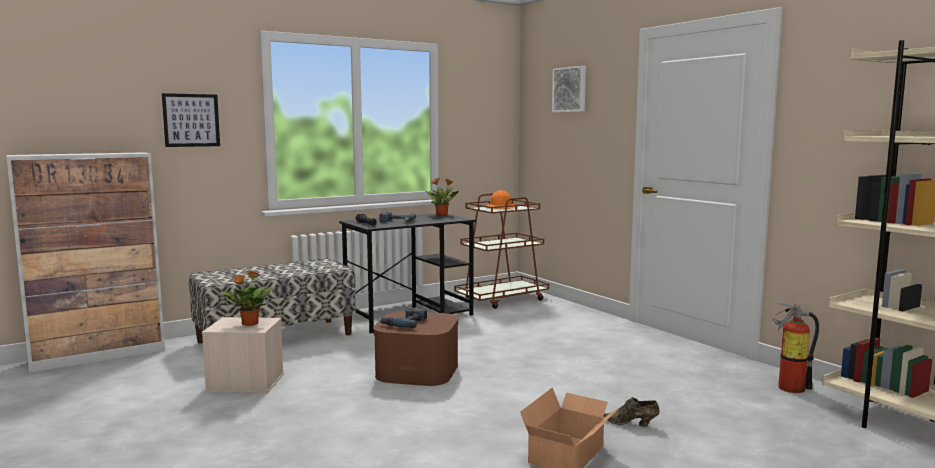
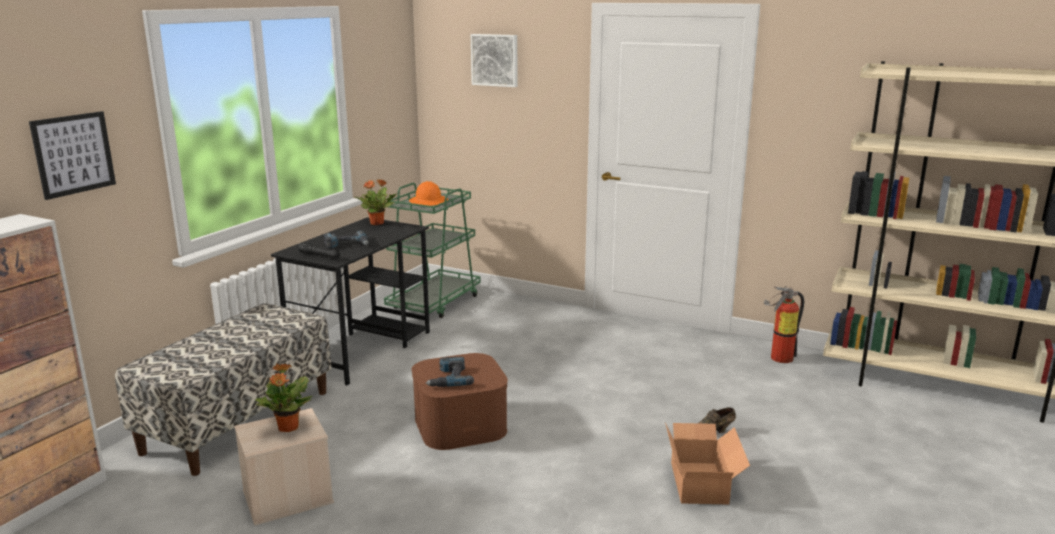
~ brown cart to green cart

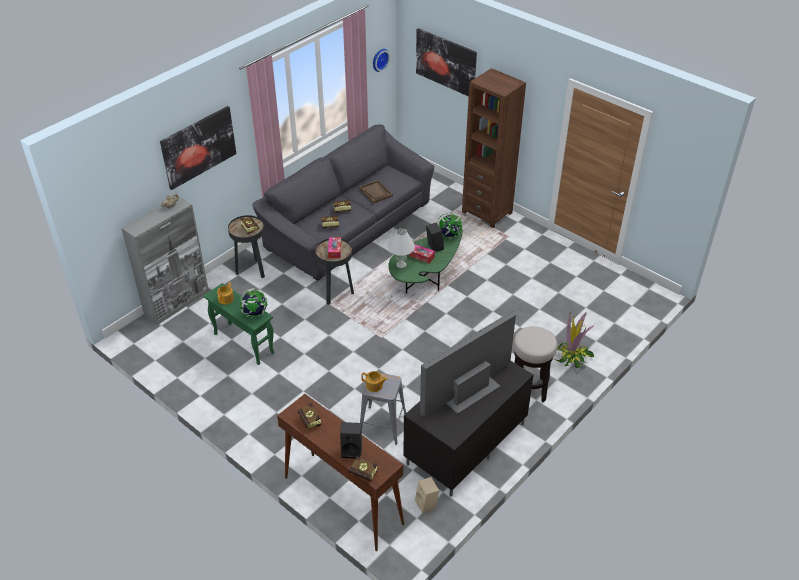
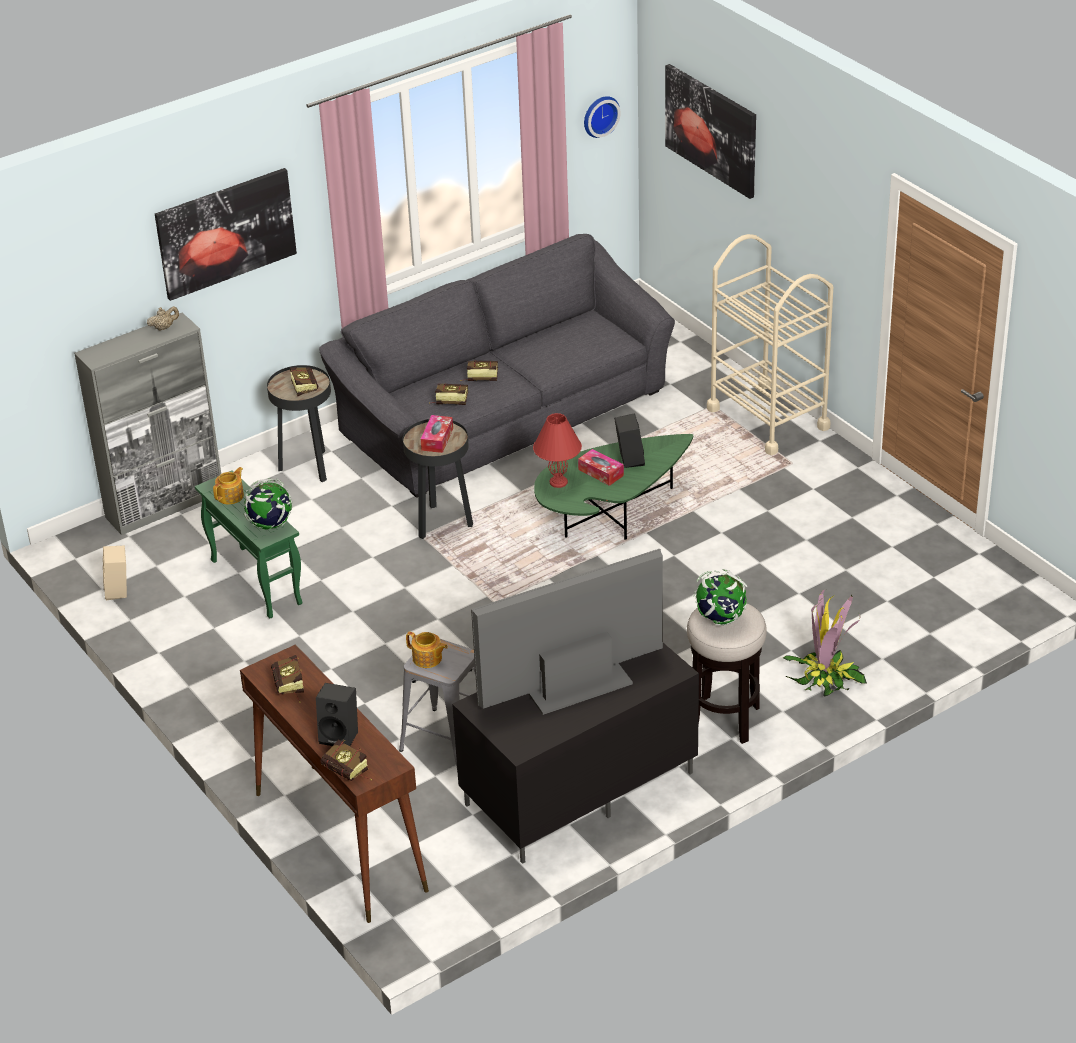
- brown tray
~ white table lamp to red table lamp
~ beige speaker
~ globe (no. 2 from left)
~ brown bookcase to beige cart

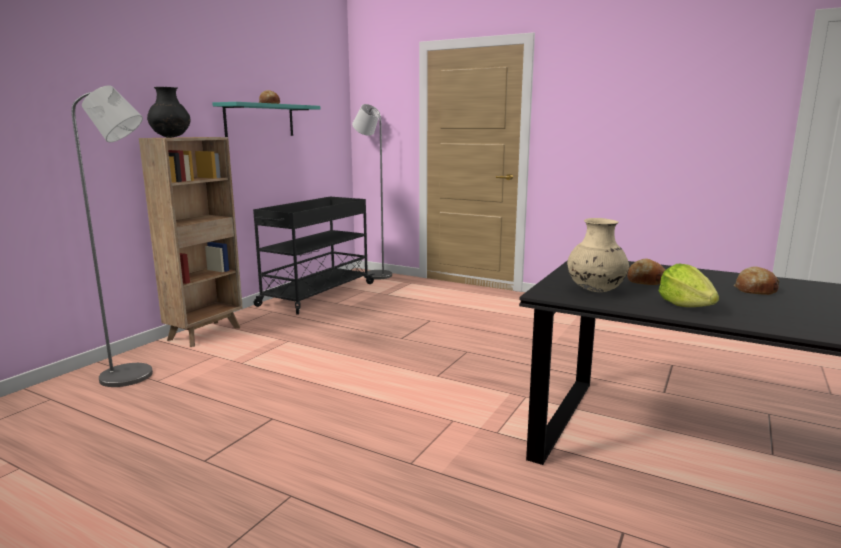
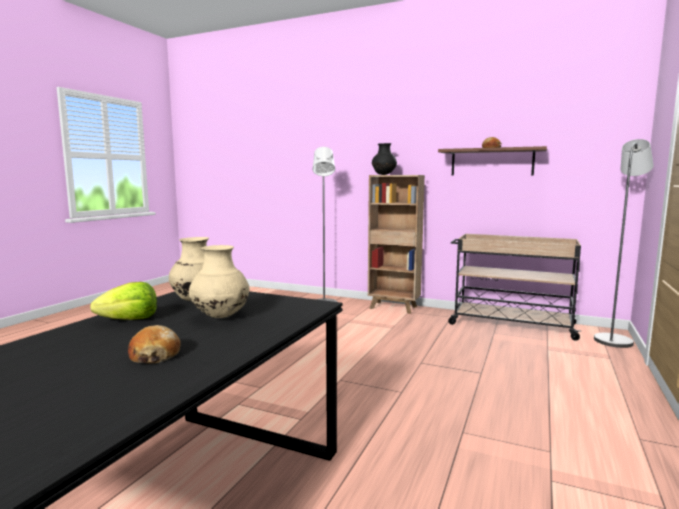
~ turquoise shelf to brown shelf
~ black cart to beige cart
~ bread (no. 2 from left) to beige vase (no. 2 from left)

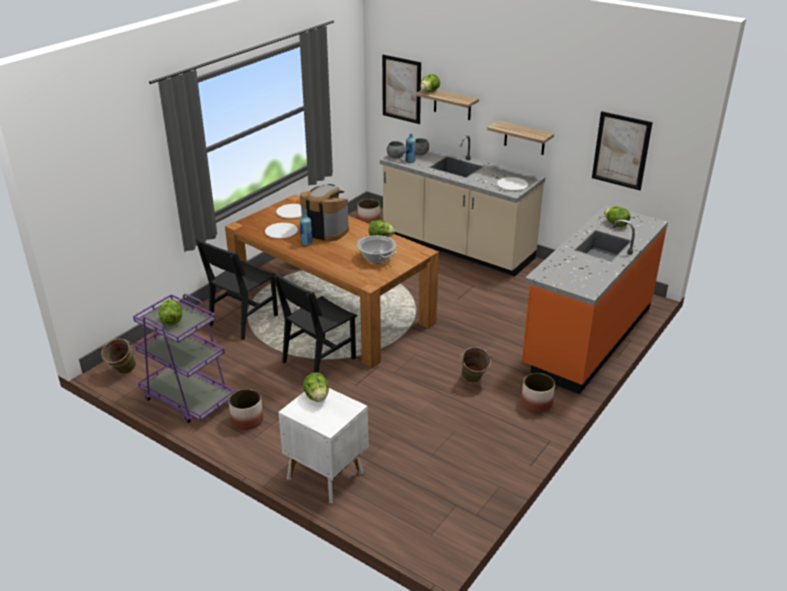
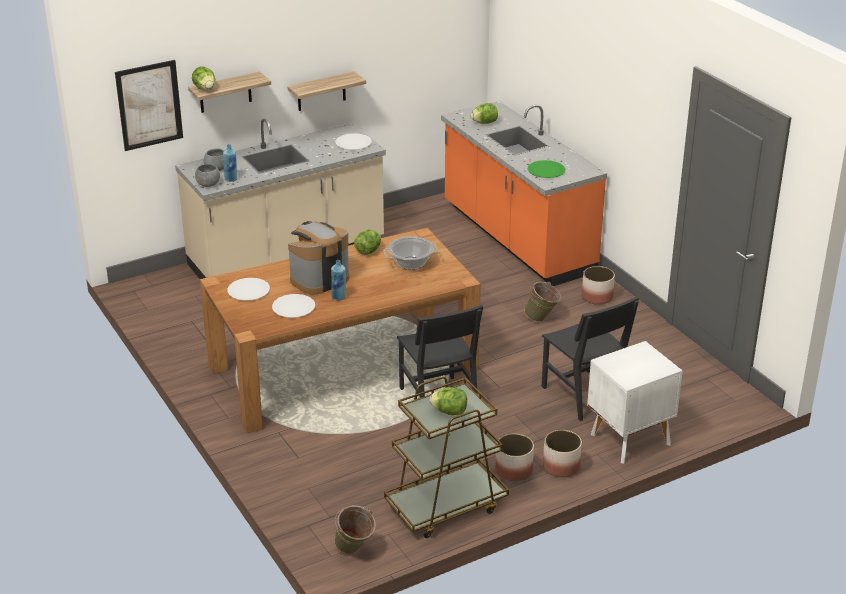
~ purple cart to brown cart
~ black chair (no. 1 from left in the first image) to black chair (no. 2 from left)
- lettuce (no. 2 from left)
~ planter (no. 2 from left)
- picture (no. 2 from left)
+ green plate

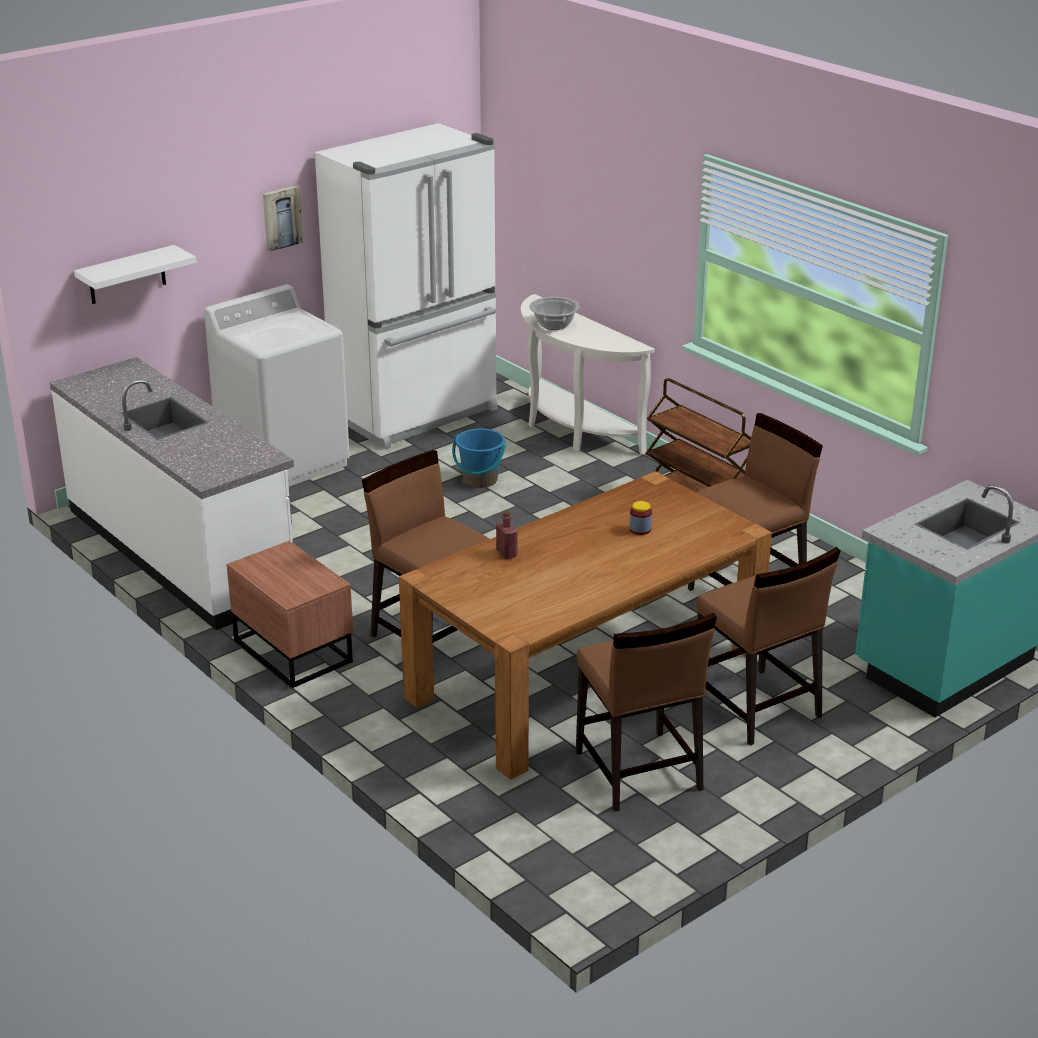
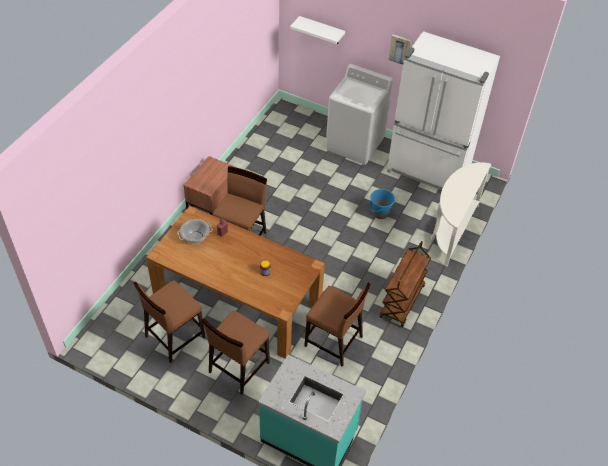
- white counter
~ cooking pot

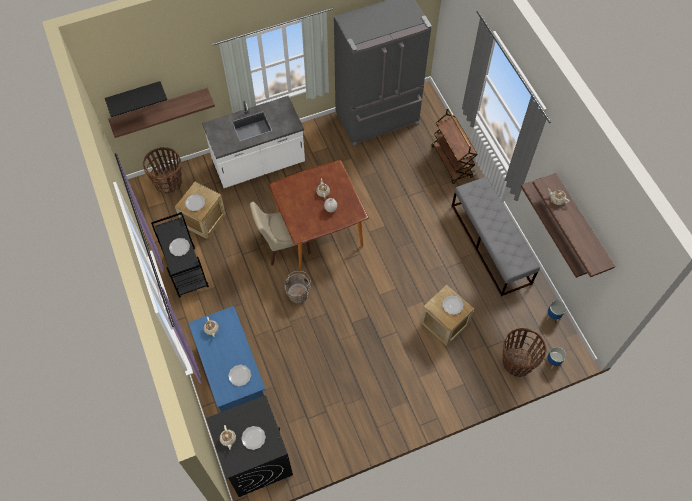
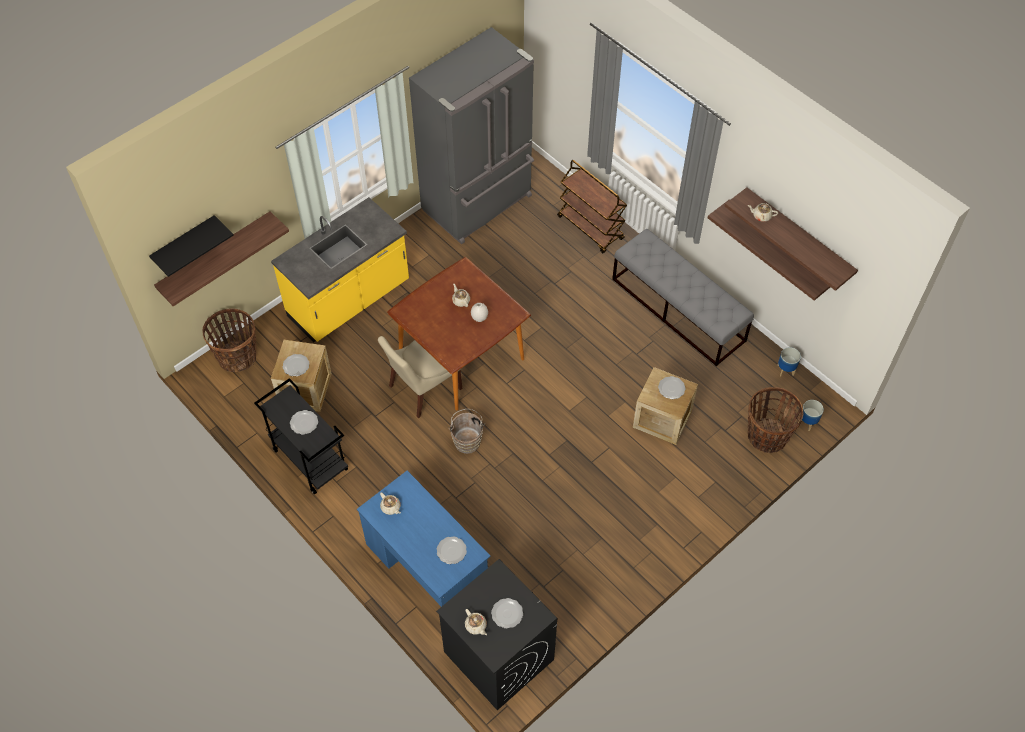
~ white counter to yellow counter

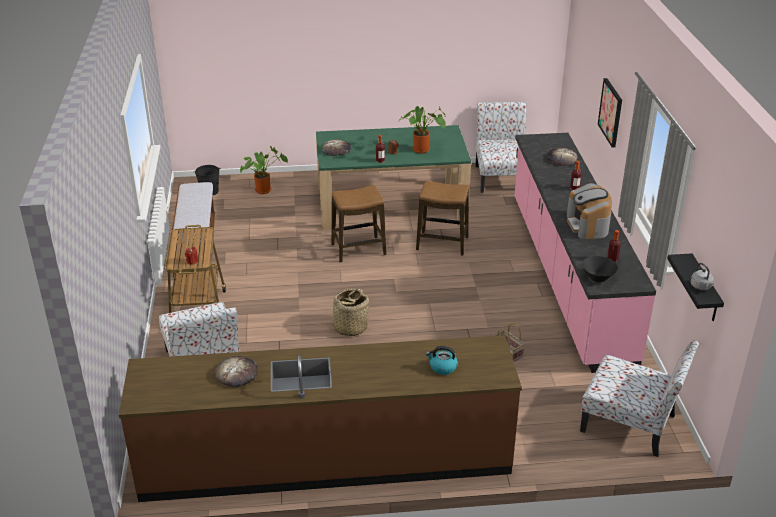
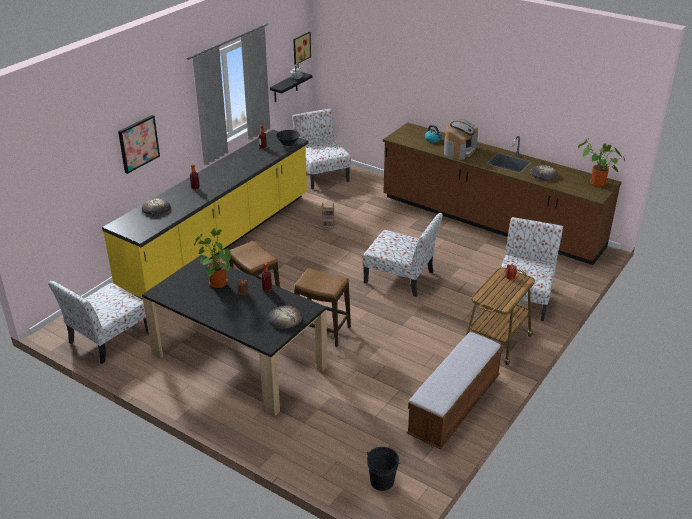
~ potted plant (no. 1 from left in the first image) to potted plant (no. 2 from left)
~ green dining table to black dining table
~ basket (no. 1 from left) to chair (no. 3 from left)
~ pink counter to yellow counter
~ coffee machine
+ picture (no. 2 from left)

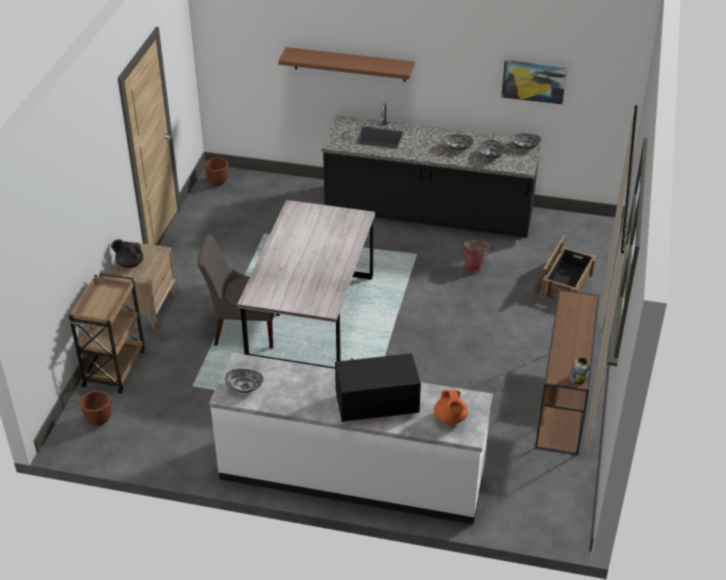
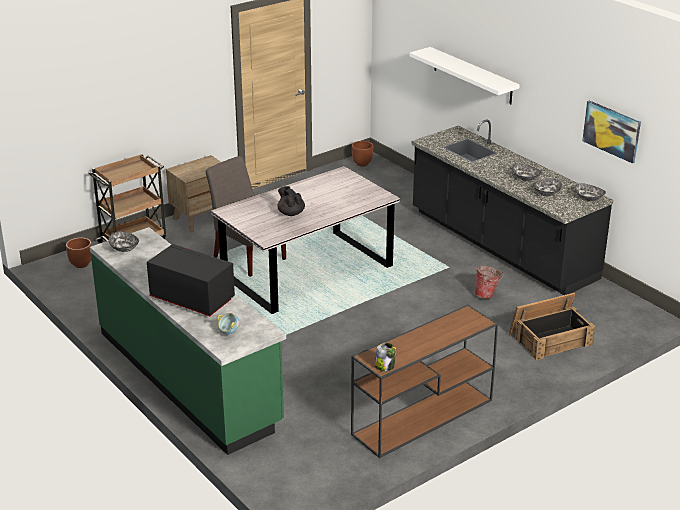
~ black teapot
~ white counter to green counter
~ brown shelf to white shelf
~ orange teapot to bowl (no. 2 from left)

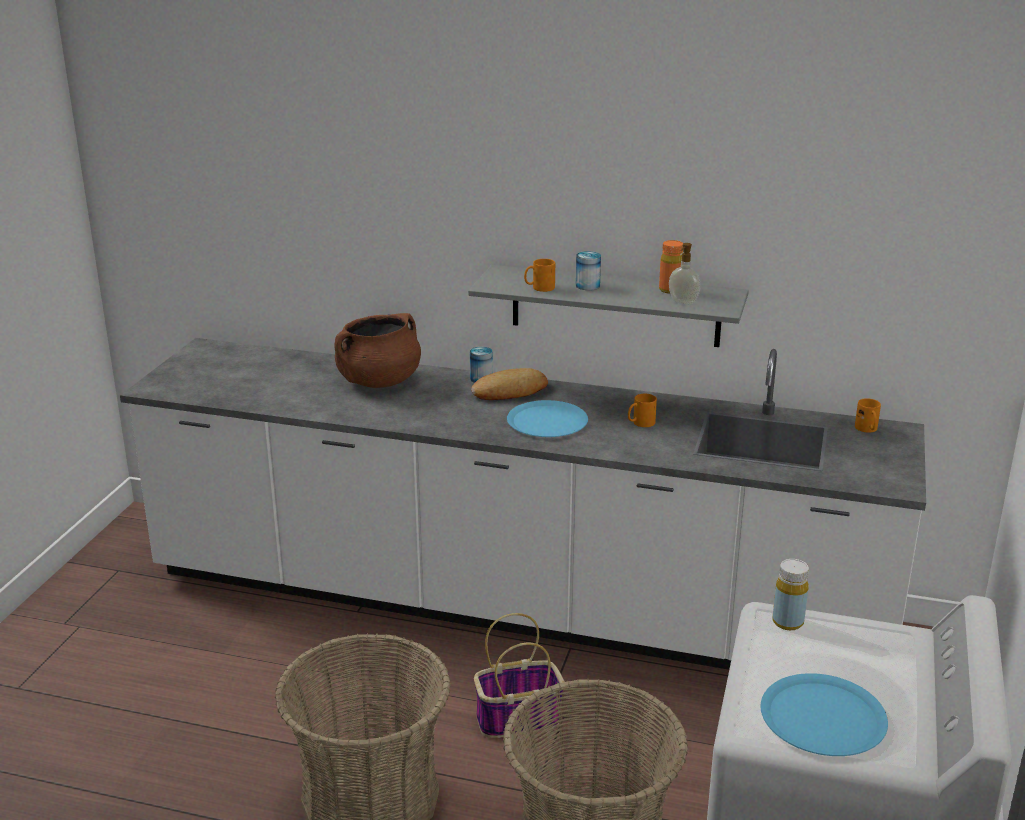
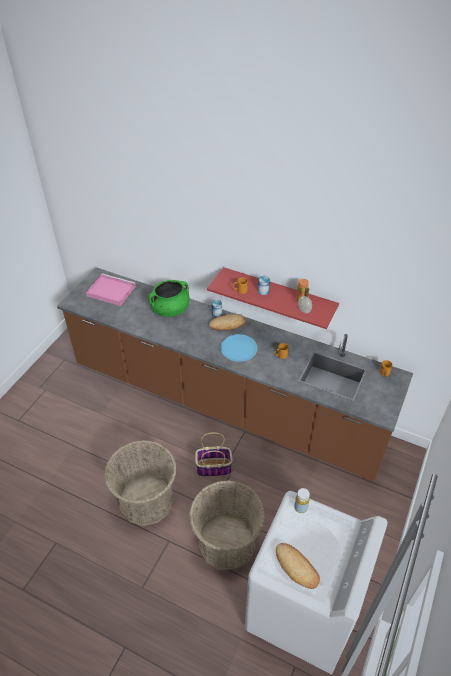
~ white counter to brown counter
~ brown cooking pot to green cooking pot
~ grey shelf to red shelf
~ blue plate (no. 2 from left) to bread (no. 2 from left)
+ pink tray

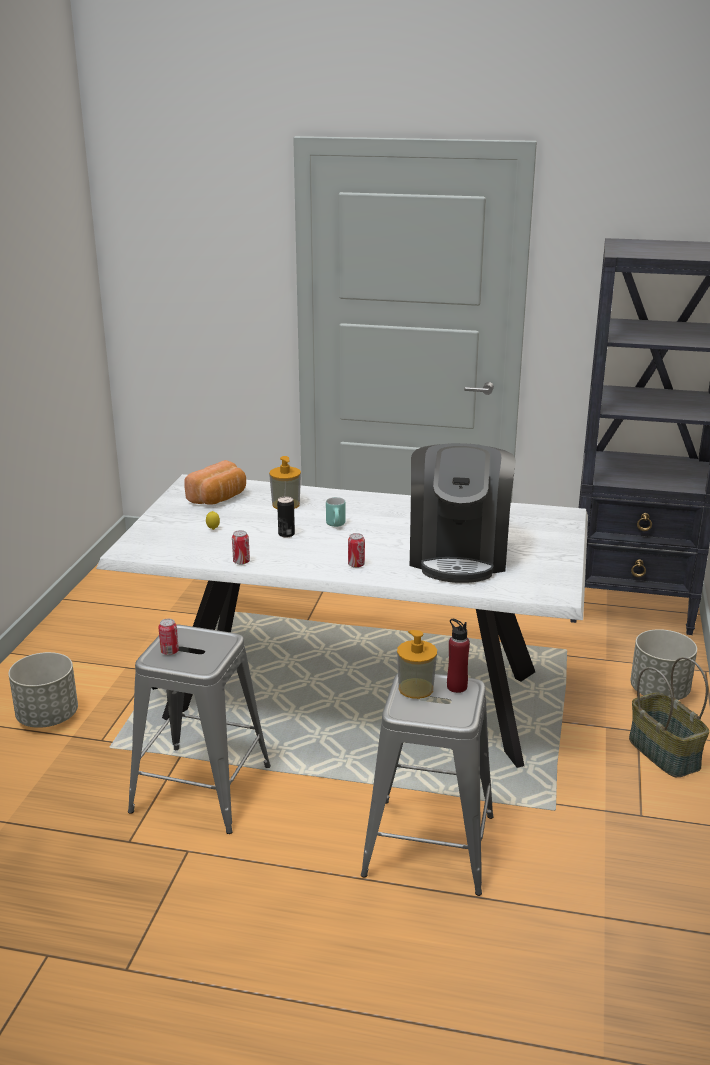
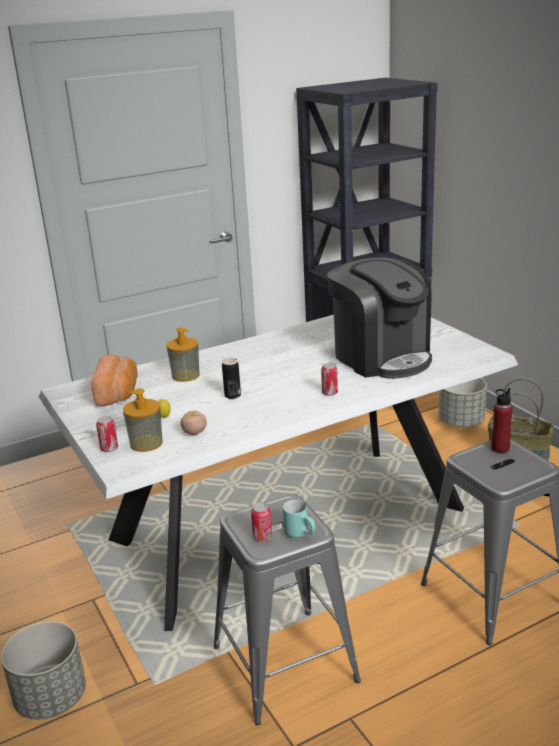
~ can (no. 2 from left in the first image) to can (no. 1 from left)
~ turquoise mug
~ soap dispenser (no. 2 from left in the first image) to soap dispenser (no. 1 from left)
+ tomato

